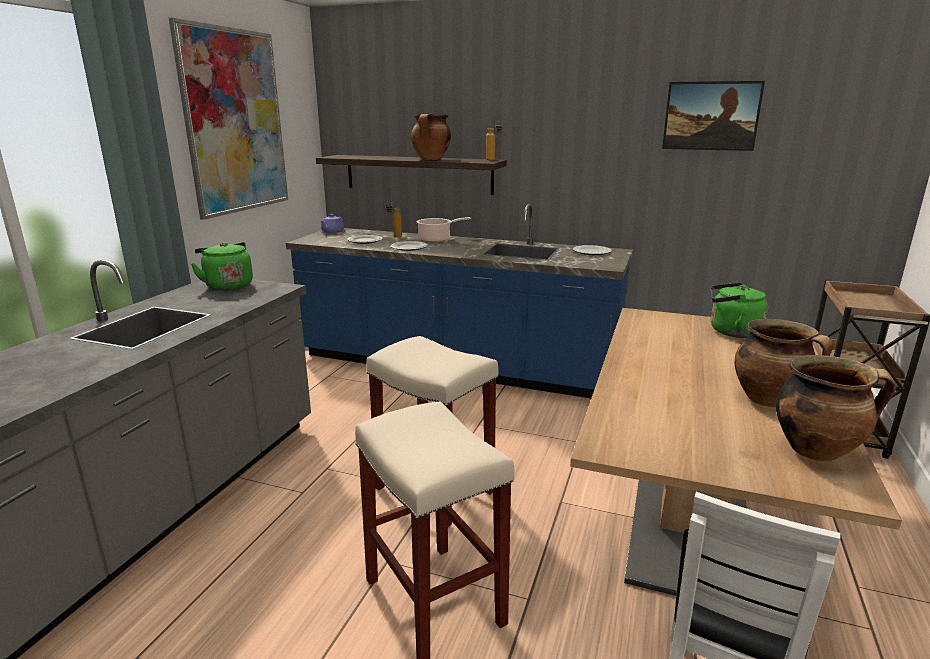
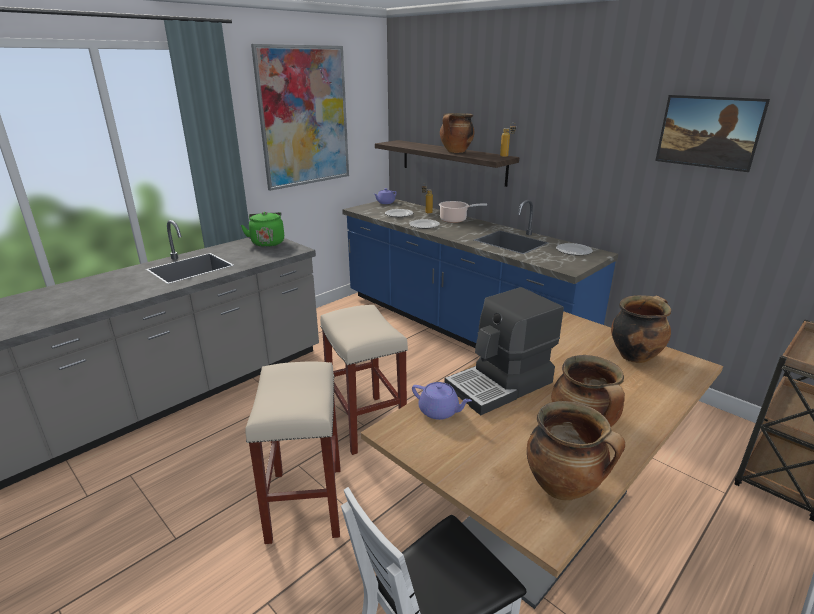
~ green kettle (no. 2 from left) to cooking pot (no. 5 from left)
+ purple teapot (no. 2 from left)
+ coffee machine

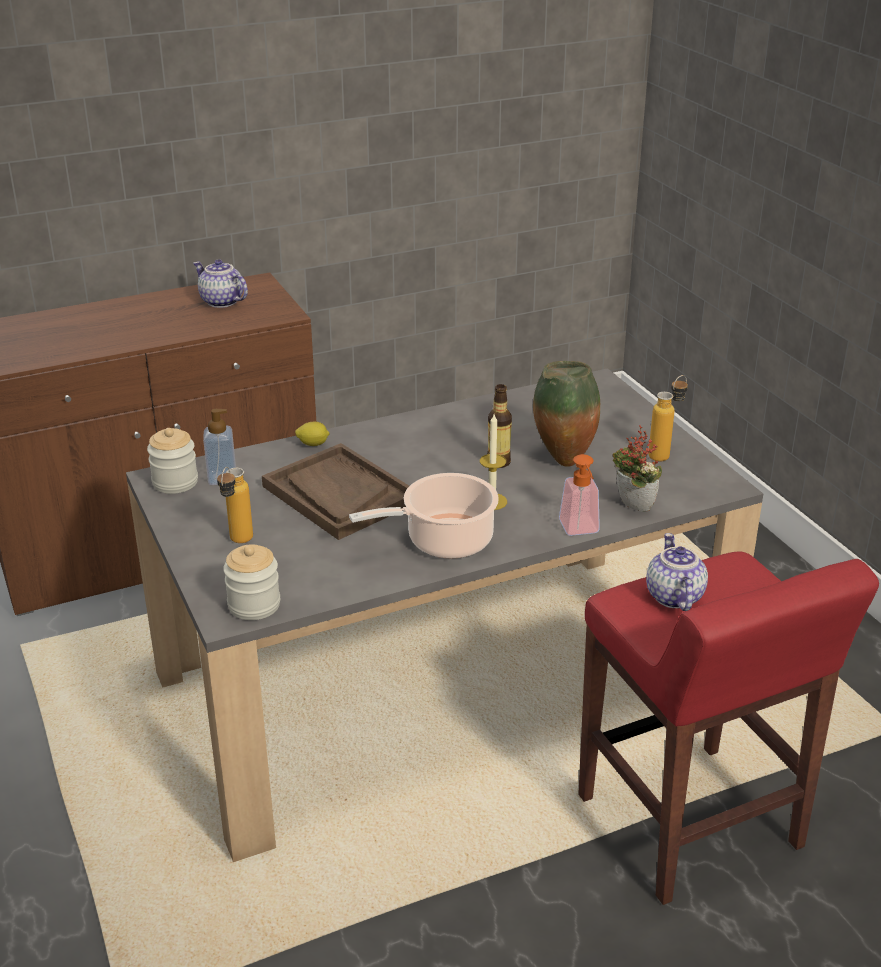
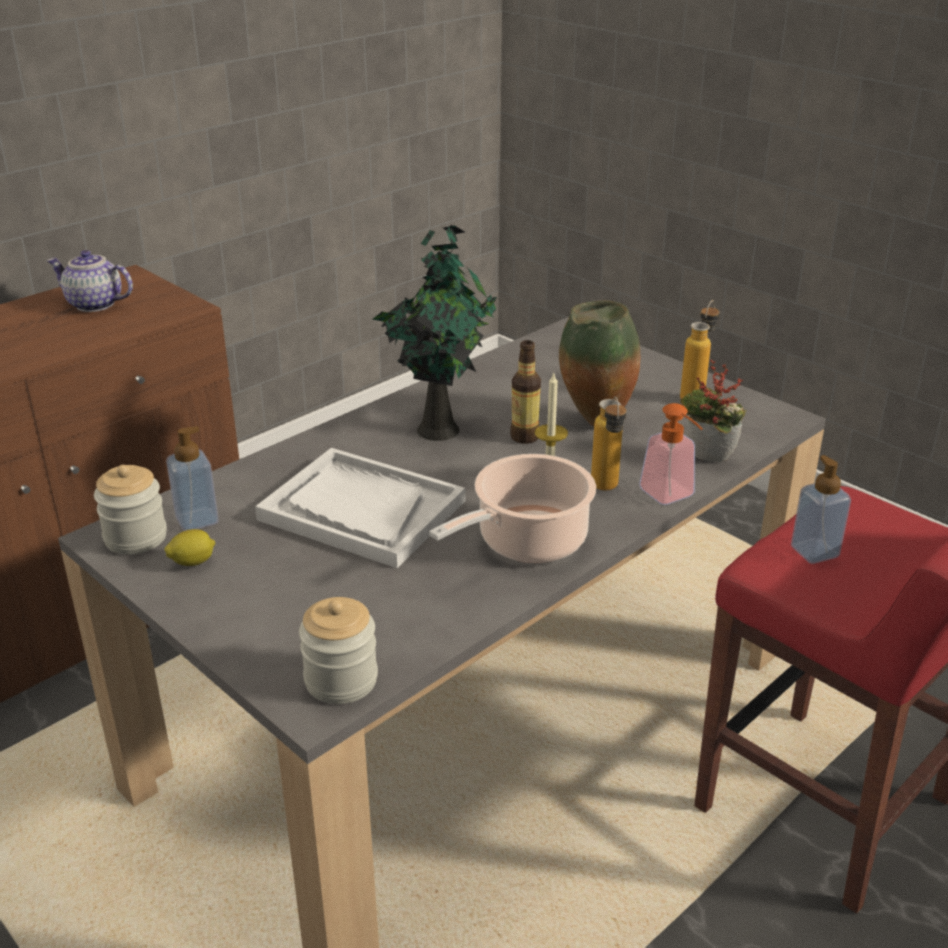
~ bottle (no. 1 from left in the first image) to bottle (no. 2 from left)
~ brown tray to white tray
~ lemon
~ teapot (no. 2 from left) to soap dispenser (no. 3 from left)
+ potted plant (no. 1 from left)

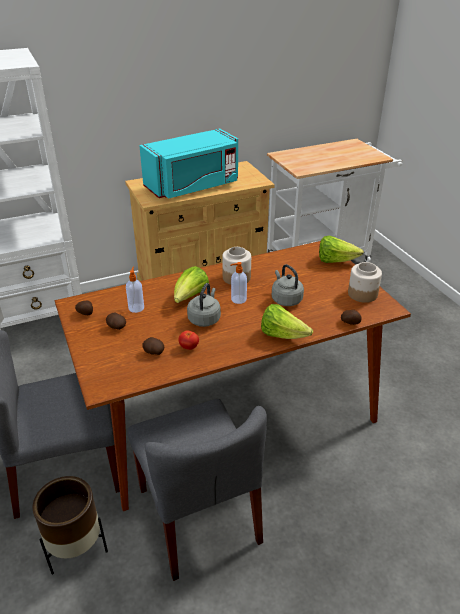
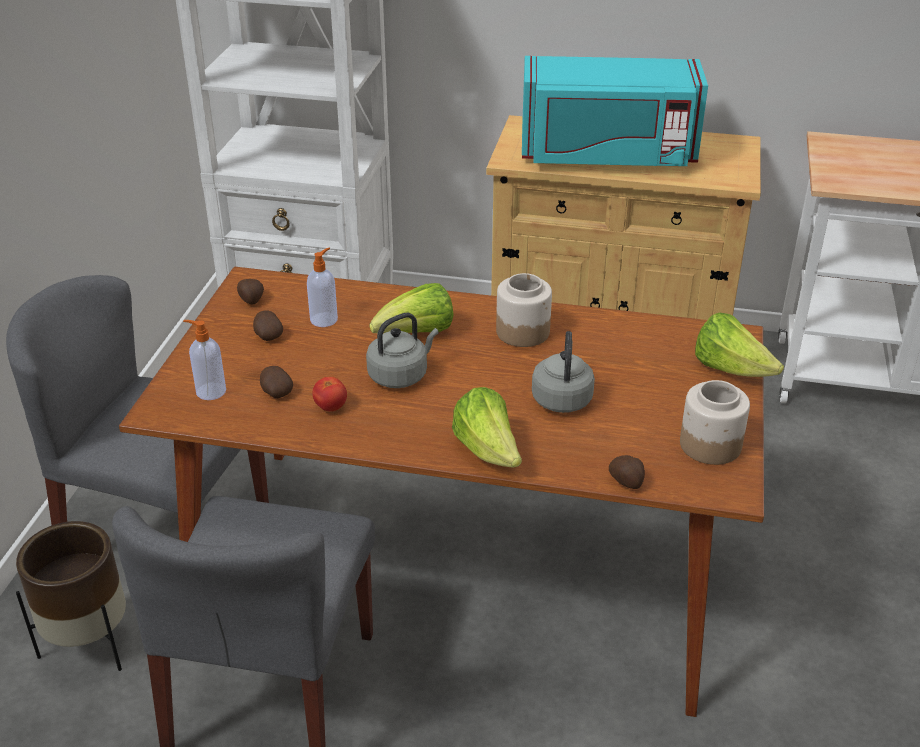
~ soap dispenser (no. 2 from left in the first image) to soap dispenser (no. 1 from left)

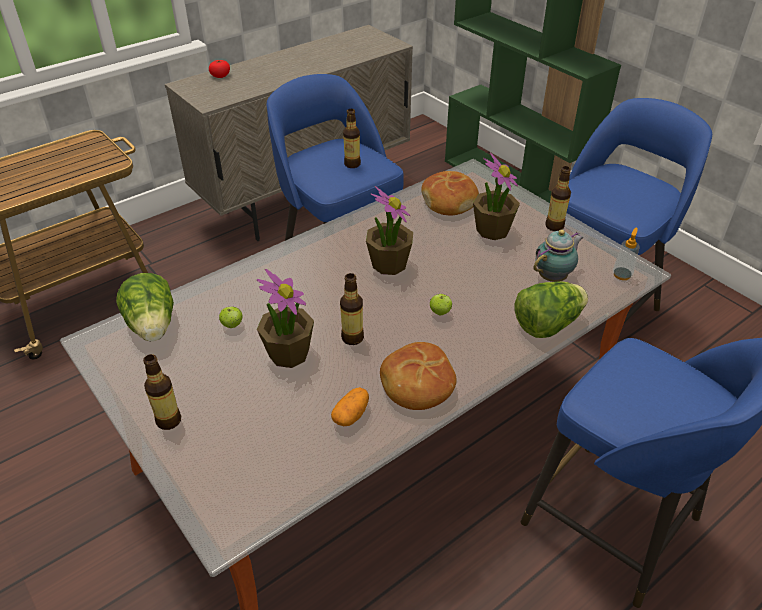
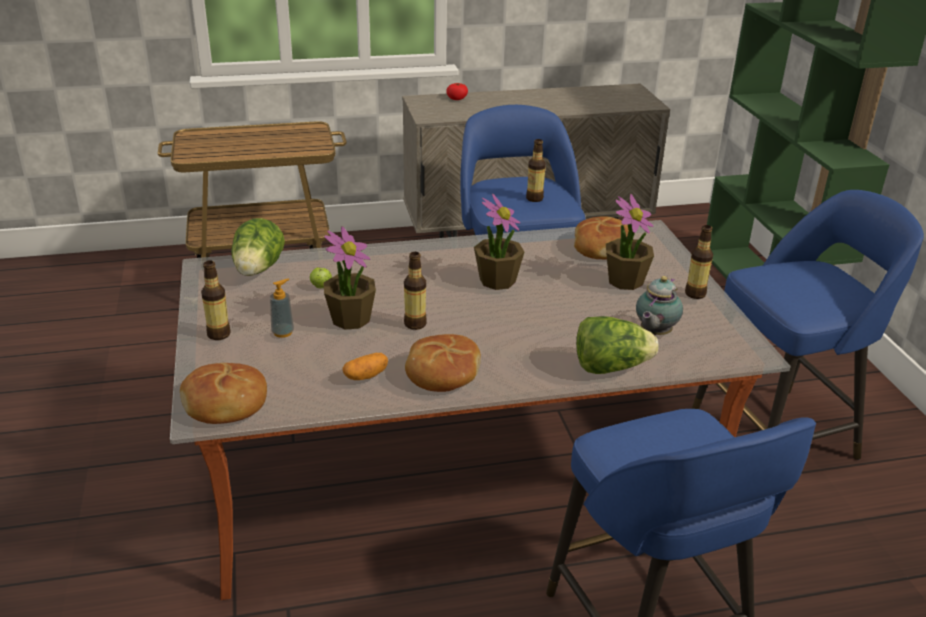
- apple (no. 2 from left)
~ teapot 135 degrees clockwise
~ soap dispenser
+ bread (no. 1 from left)

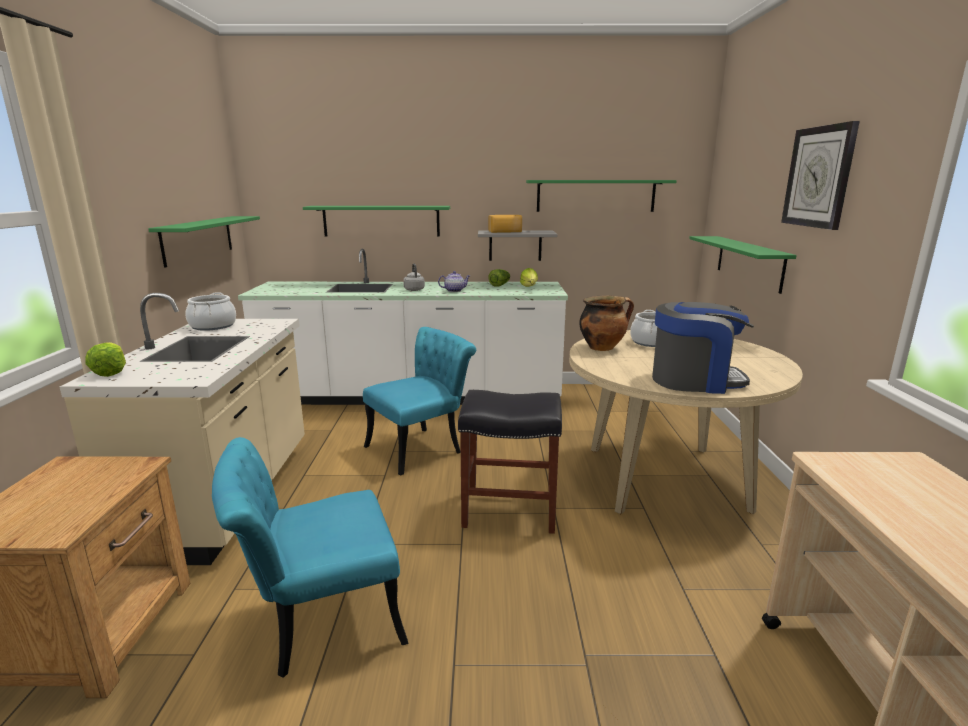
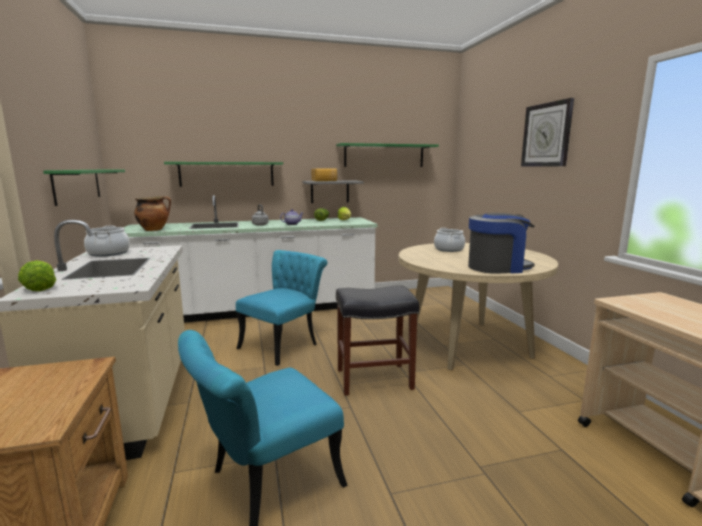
~ cooking pot (no. 2 from left)
- green shelf (no. 4 from left)

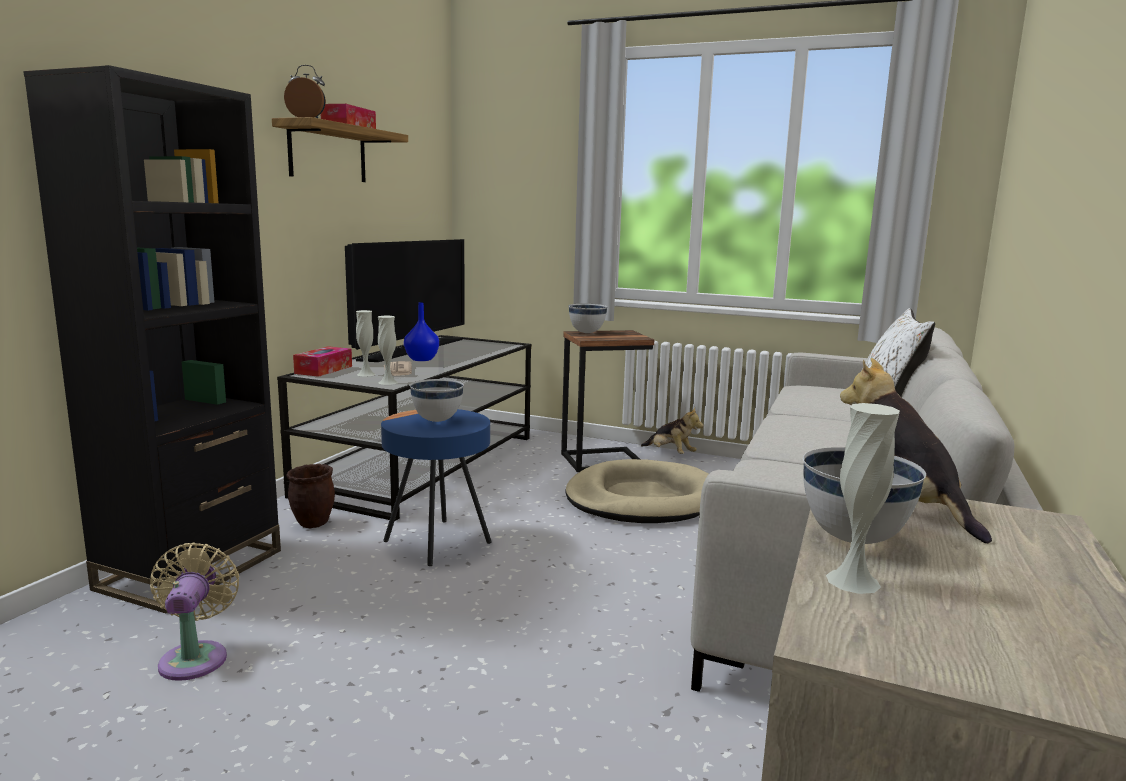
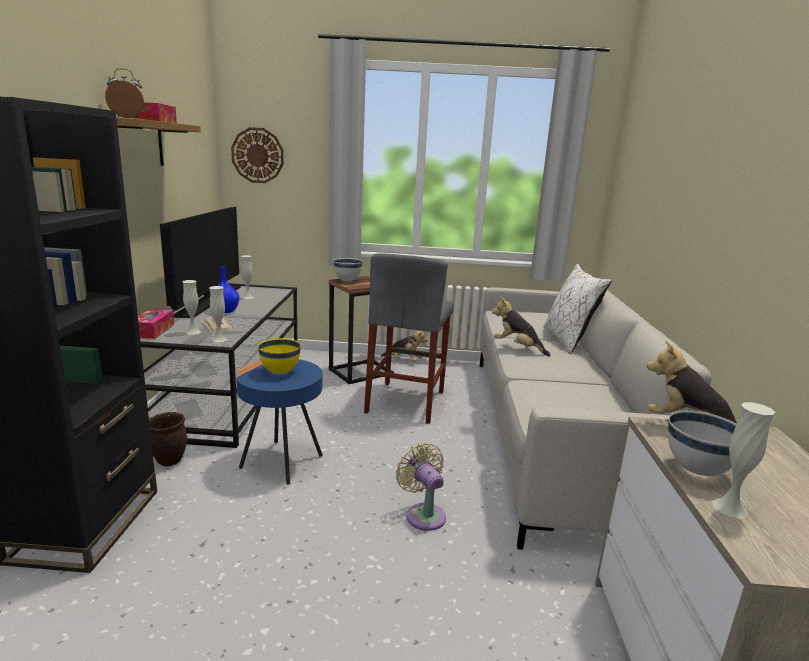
~ beige fan
~ white bowl (no. 1 from left) to yellow bowl
~ beige dog bed to grey stool
+ wall clock
+ white vase (no. 3 from left)
+ plush toy (no. 2 from left)

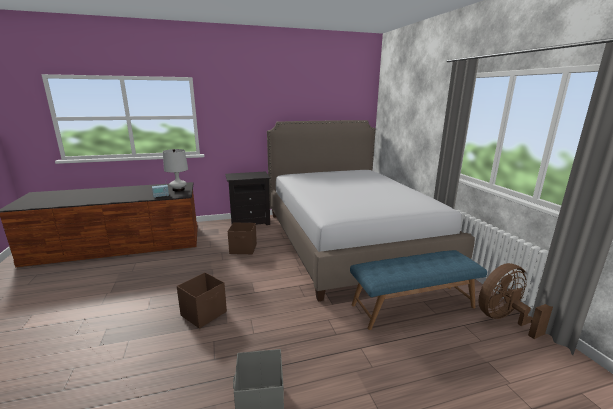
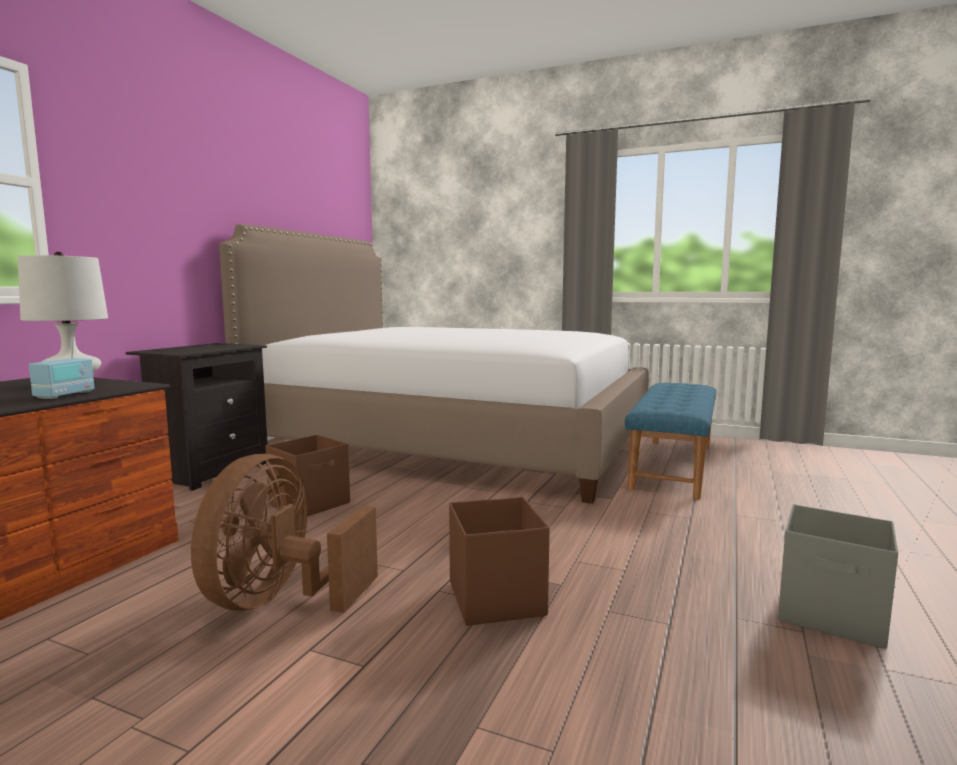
~ brown fan

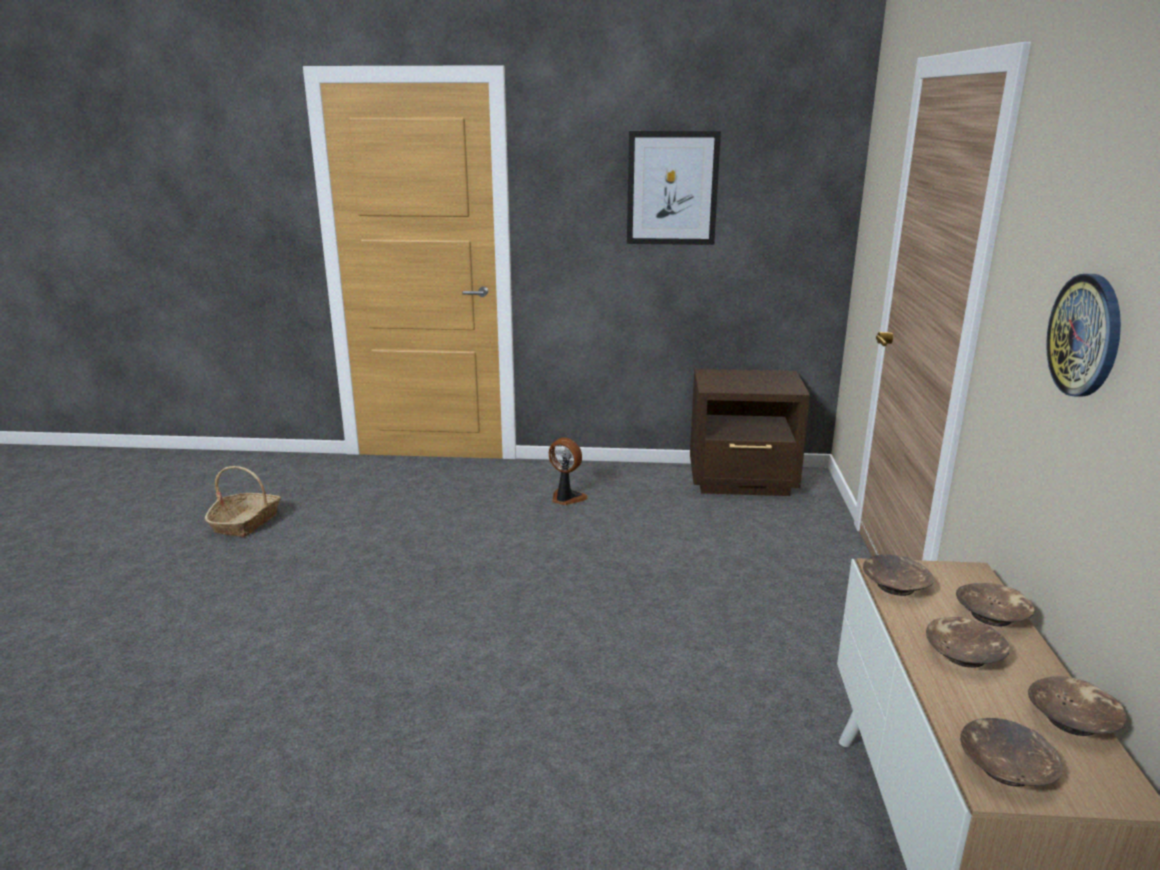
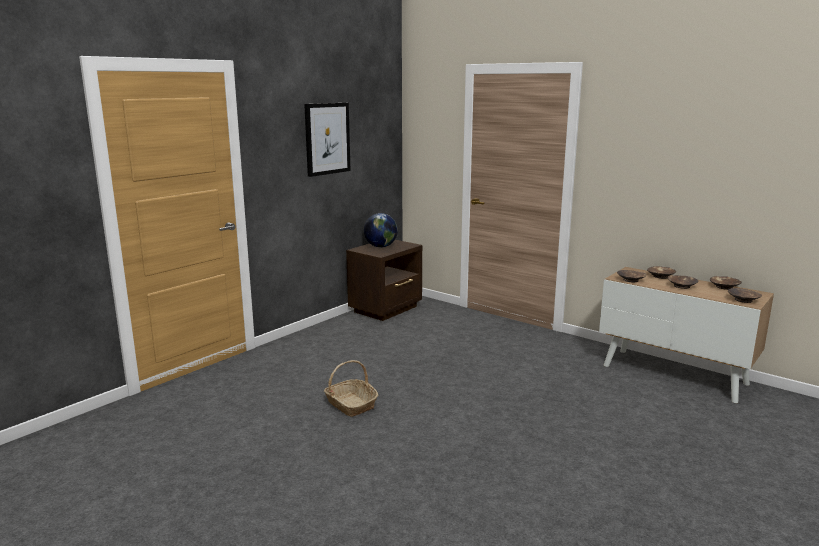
~ basket
- fan
- wall clock
+ globe

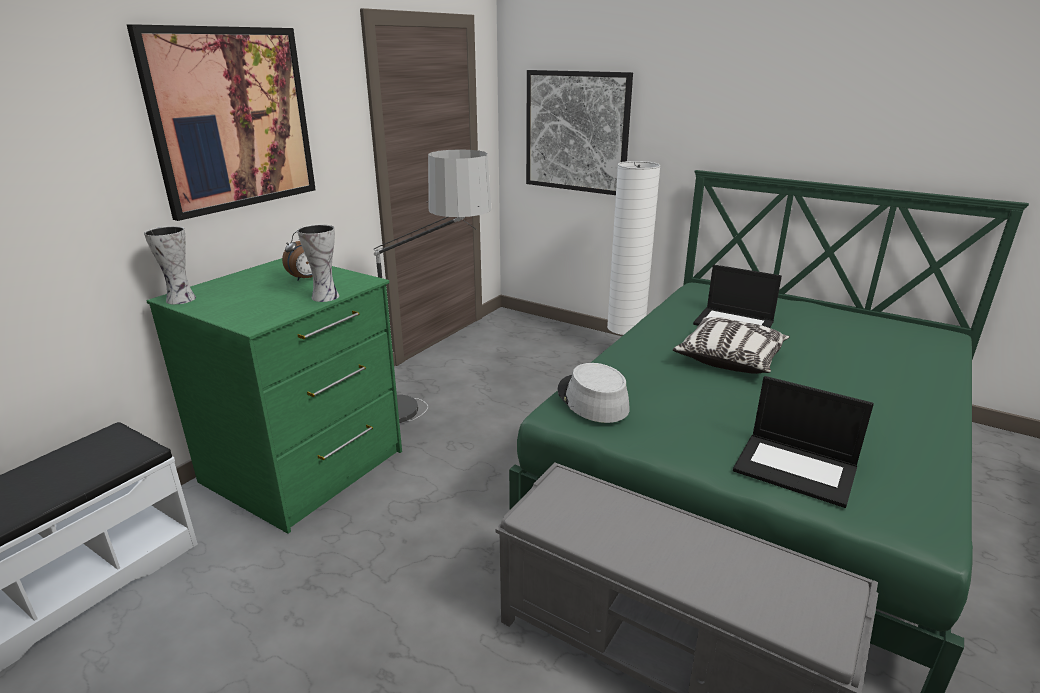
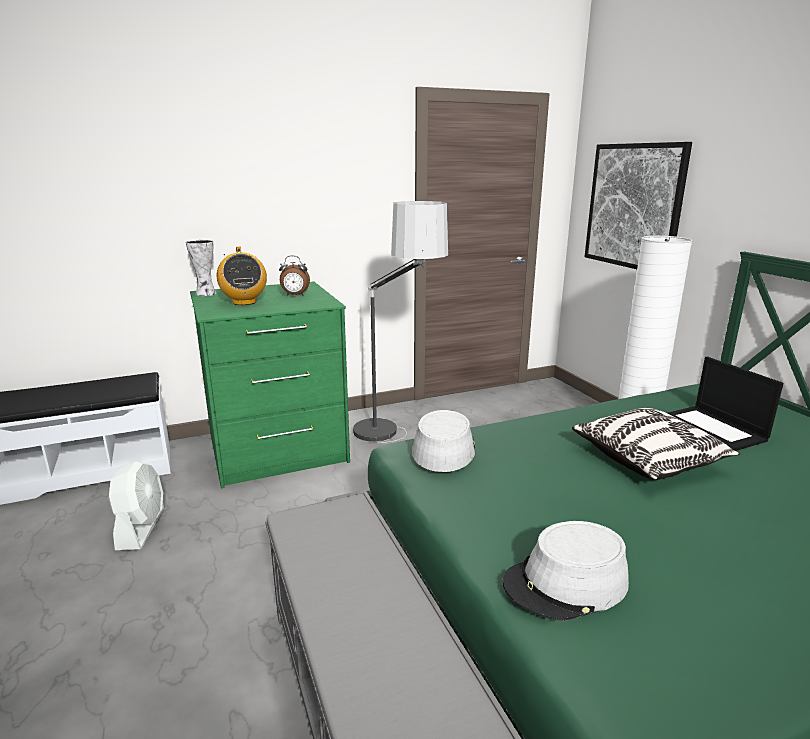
- picture (no. 1 from left)
- vase (no. 2 from left)
~ laptop (no. 2 from left) to grey hat (no. 2 from left)
+ white fan
+ radio

